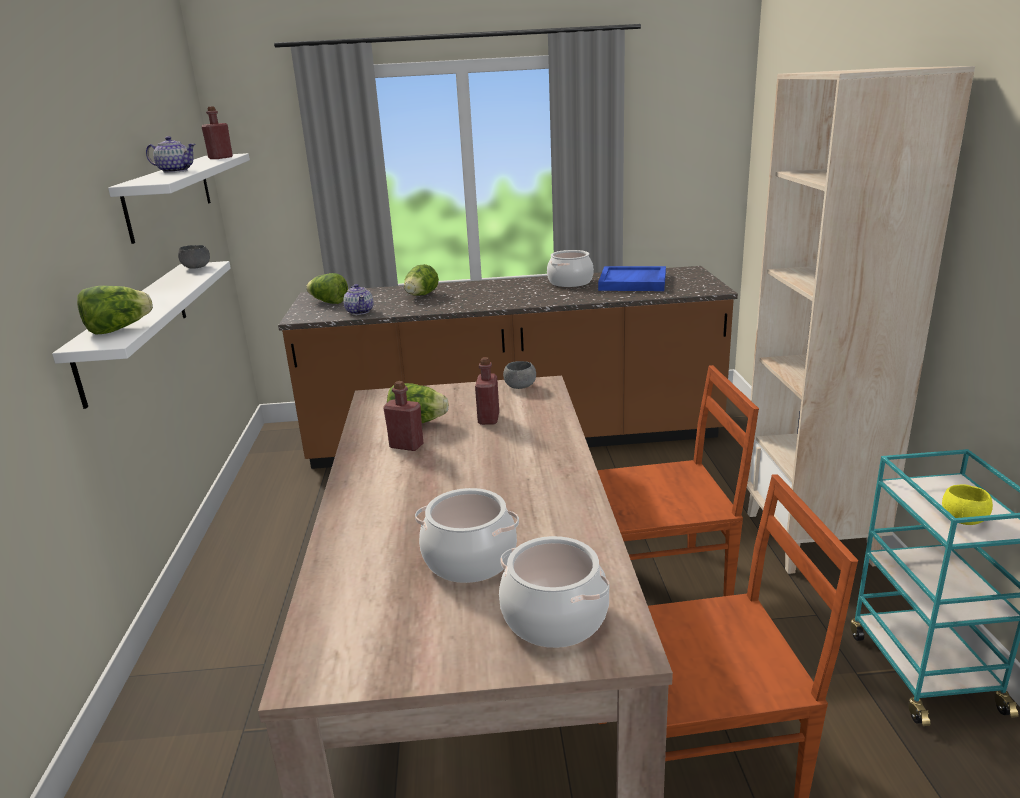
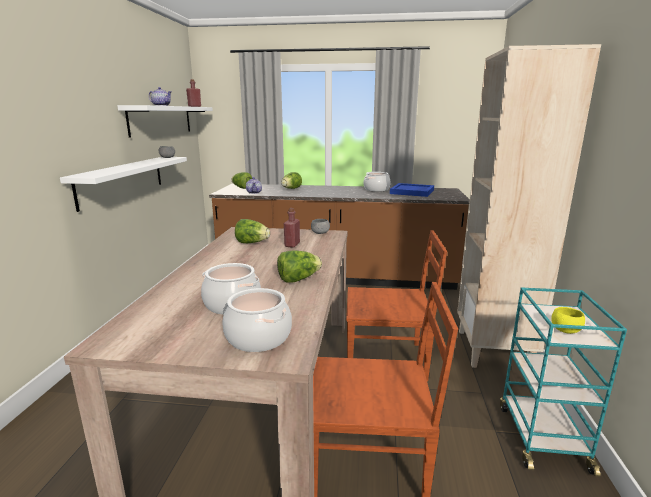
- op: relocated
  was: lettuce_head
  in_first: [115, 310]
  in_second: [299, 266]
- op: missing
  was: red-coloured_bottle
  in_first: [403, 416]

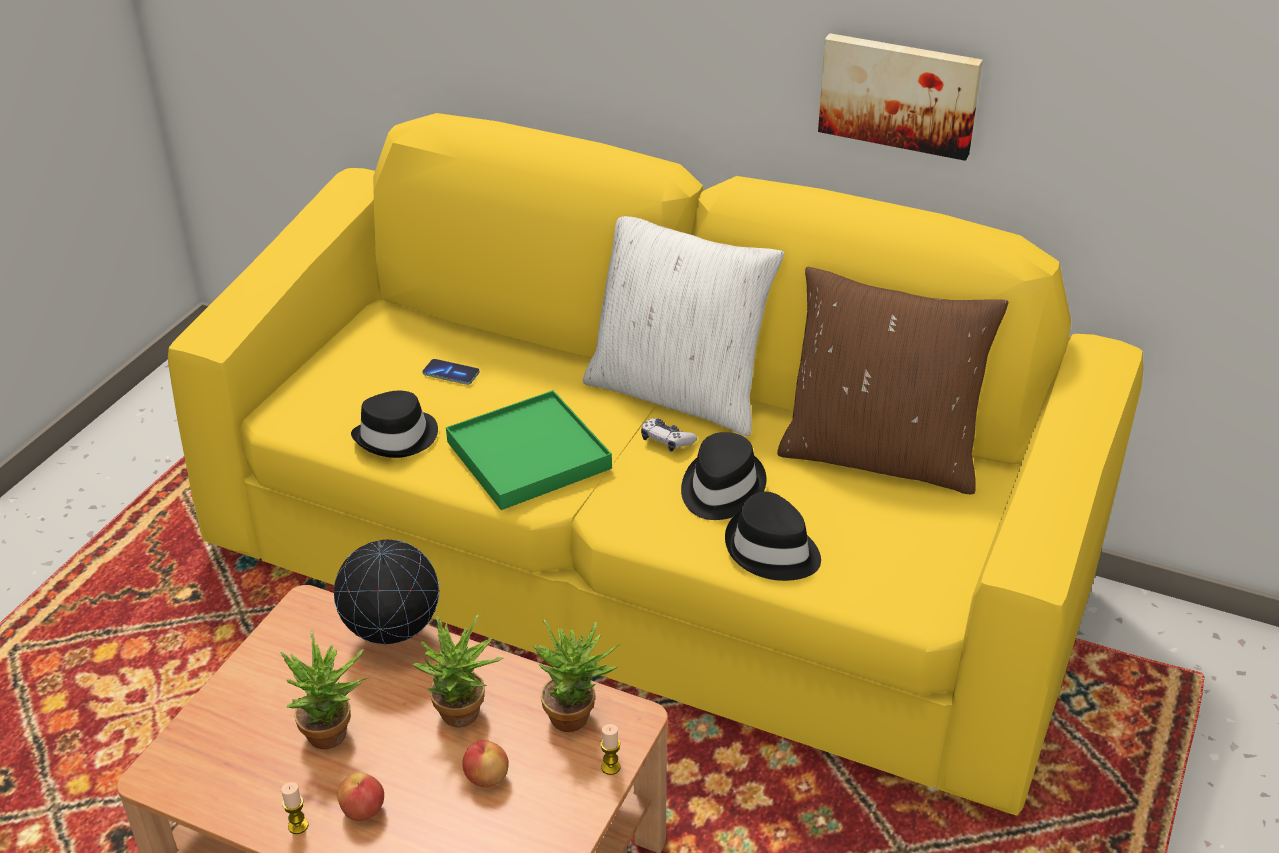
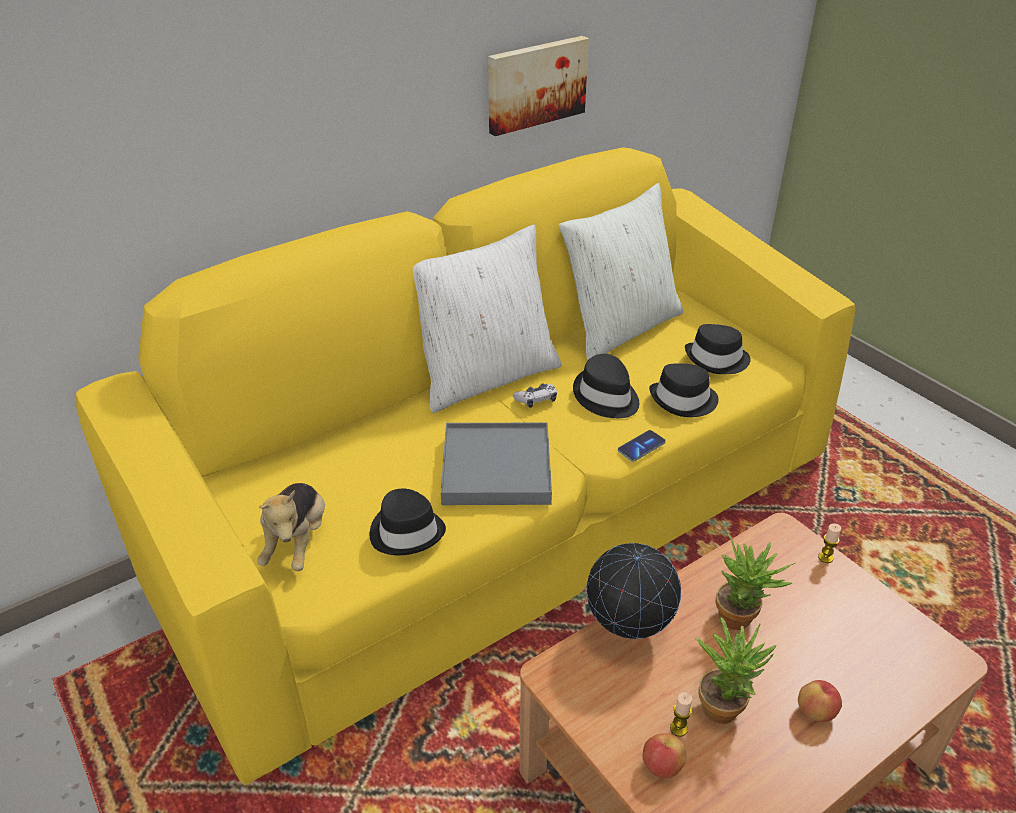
- op: relocated
  was: candle
  in_first: [294, 808]
  in_second: [681, 714]
- op: relocated
  was: phone
  in_first: [451, 372]
  in_second: [642, 446]
- op: colour
  was: green_carrying_tray
  now: greyish_carrying_tray
  in_first: [529, 450]
  in_second: [496, 463]
- op: relocated
  was: apple
  in_first: [485, 763]
  in_second: [664, 755]
- op: missing
  was: houseplant
  in_first: [577, 675]
- op: colour
  was: brownish_pillow
  now: whitish_pillow
  in_first: [892, 380]
  in_second: [621, 272]
- op: appeared
  now: soft_toy
  in_second: [291, 527]
- op: appeared
  now: black_hat
  in_second: [718, 349]

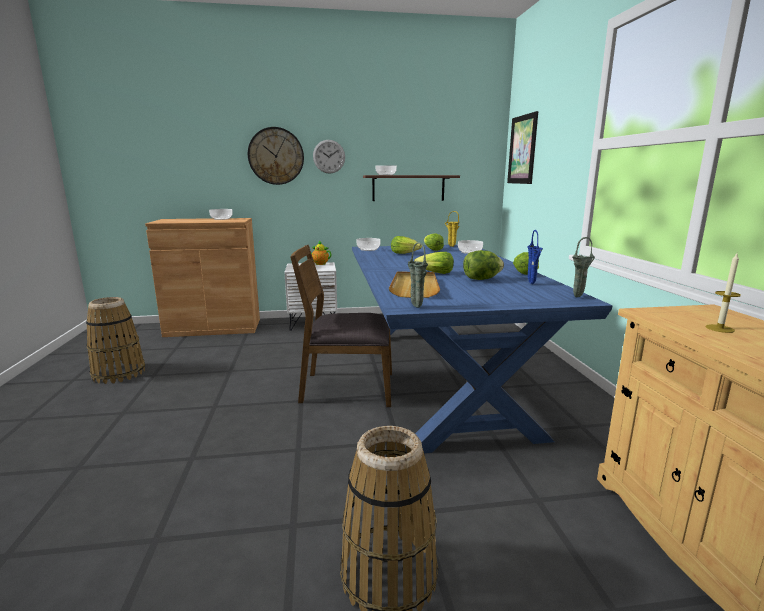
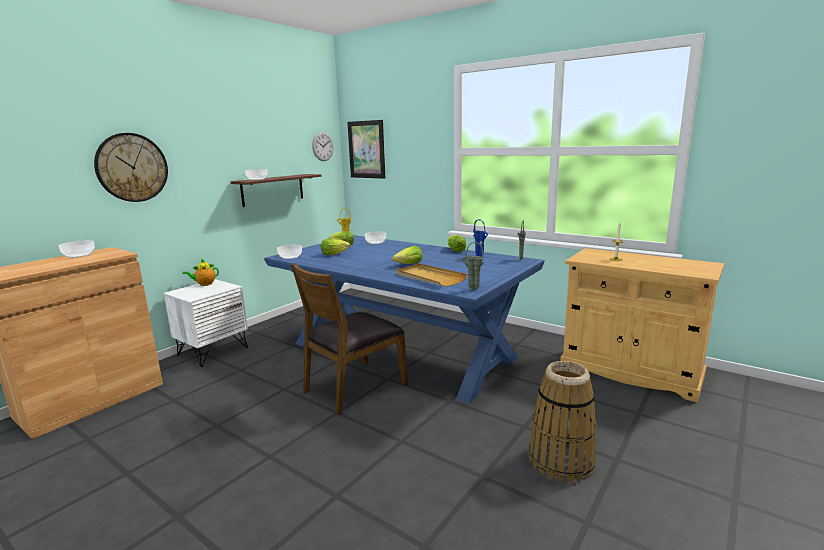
- op: missing
  was: basket
  in_first: [115, 340]
- op: relocated
  was: wall_clock
  in_first: [329, 157]
  in_second: [323, 146]
- op: missing
  was: lettuce_head
  in_first: [483, 265]

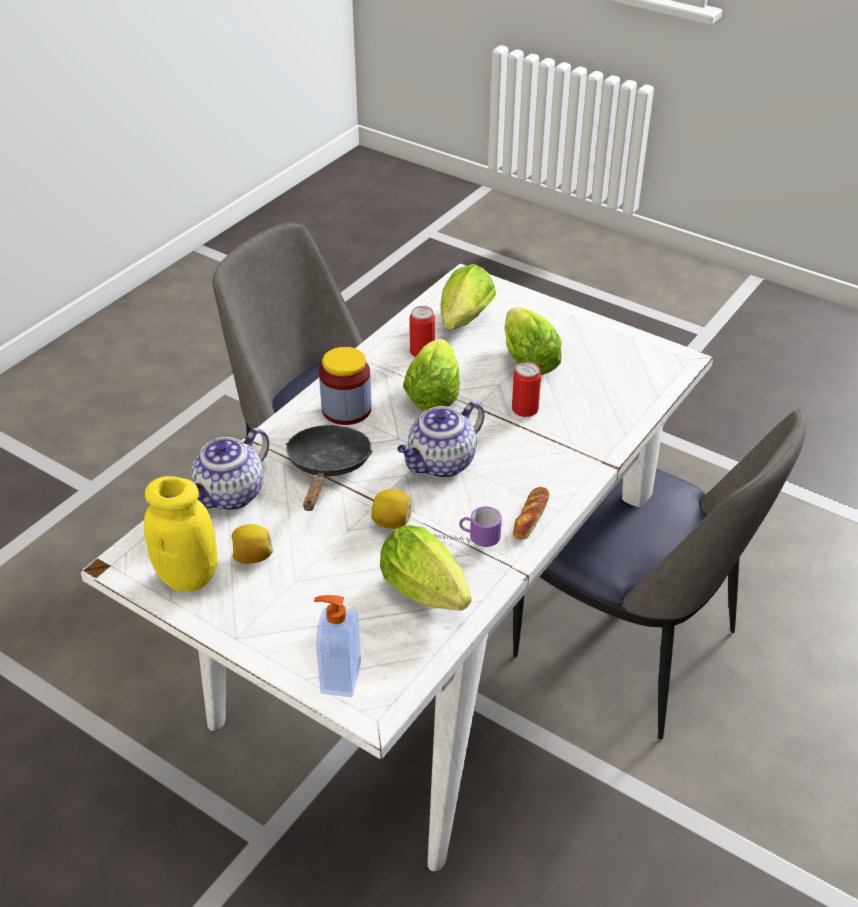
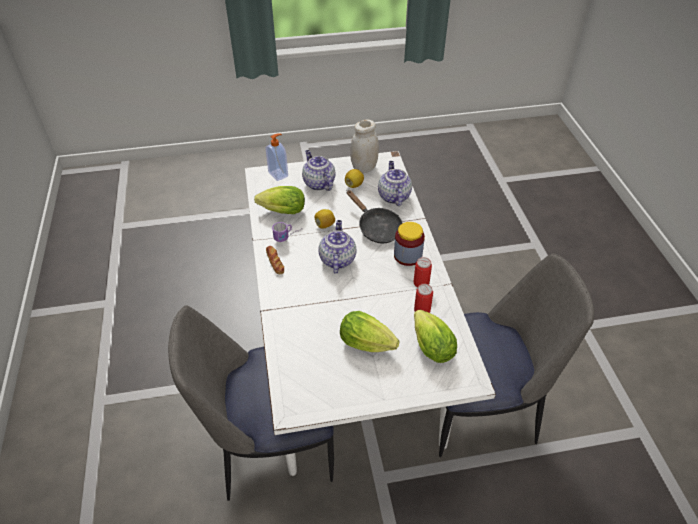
- op: colour
  was: yellow-coloured_preserve_jar
  now: whitish_preserve_jar
  in_first: [180, 534]
  in_second: [365, 146]
- op: missing
  was: lettuce_head
  in_first: [431, 375]
- op: relocated
  was: can
  in_first: [526, 389]
  in_second: [422, 272]
- op: appeared
  now: tea_pot
  in_second: [319, 170]

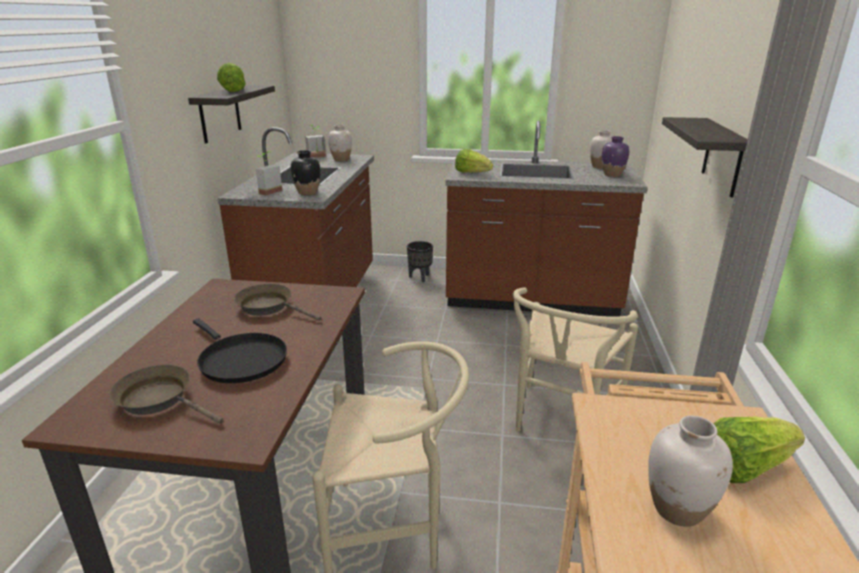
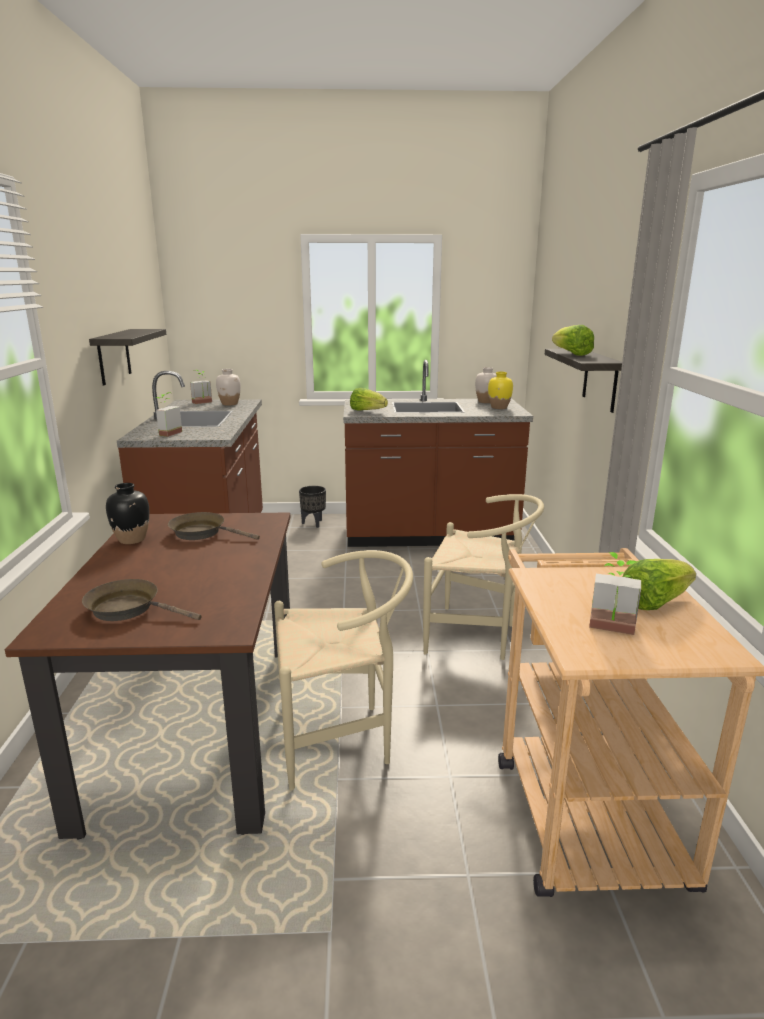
- op: missing
  was: black_pan
  in_first: [240, 350]
- op: relocated
  was: lettuce_head
  in_first: [231, 77]
  in_second: [573, 340]
- op: relocated
  was: black_decorative_vase
  in_first: [306, 172]
  in_second: [127, 513]
- op: spun
  was: beige_chair
  in_first: [575, 359]
  in_second: [483, 577]
  clockwise: -90
- op: colour
  was: purplish_decorative_vase
  now: yellow-coloured_decorative_vase
  in_first: [615, 156]
  in_second: [500, 390]
- op: exchanged
  was: whitish_decorative_vase
  now: houseplant
  in_first: [690, 471]
  in_second: [615, 593]

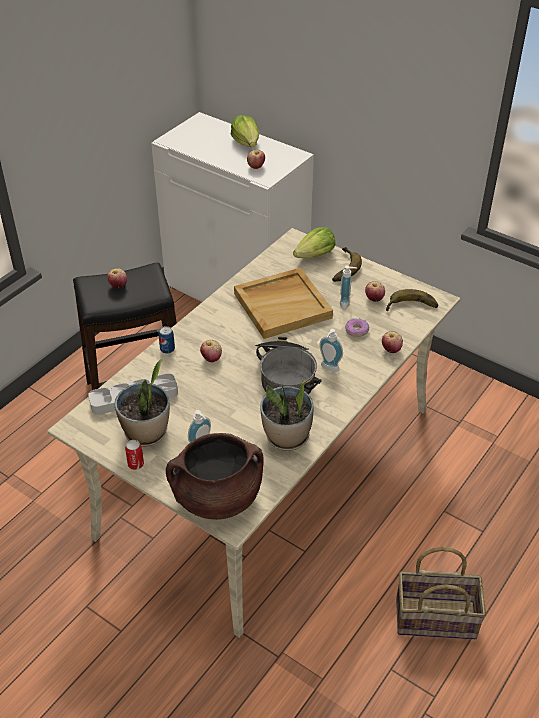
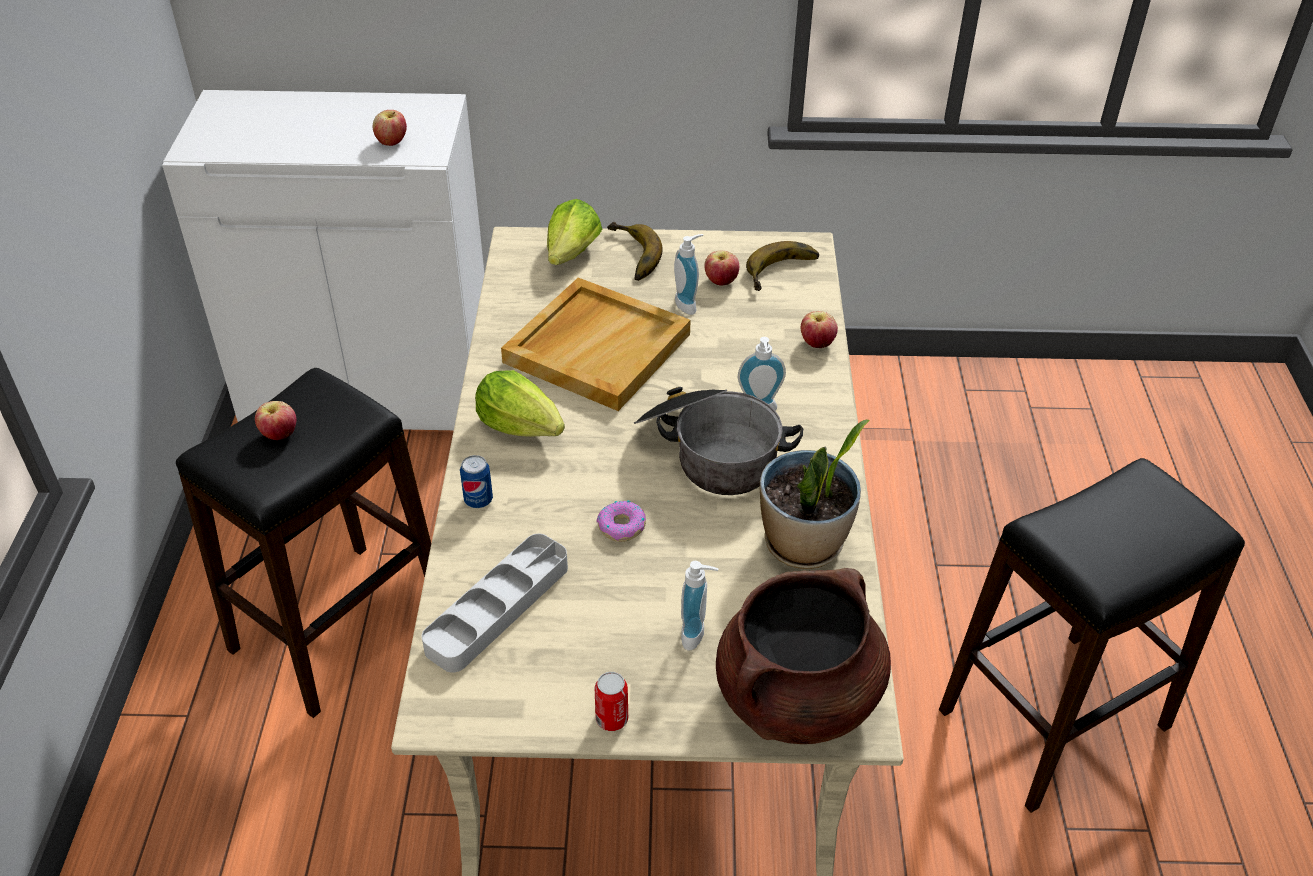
- op: missing
  was: houseplant
  in_first: [142, 403]
- op: missing
  was: apple
  in_first: [211, 351]
- op: relocated
  was: lettuce_head
  in_first: [245, 131]
  in_second: [520, 403]
- op: relocated
  was: donut
  in_first: [357, 327]
  in_second: [621, 521]
- op: exchanged
  was: basket
  now: black_stool
  in_first: [441, 593]
  in_second: [1092, 635]

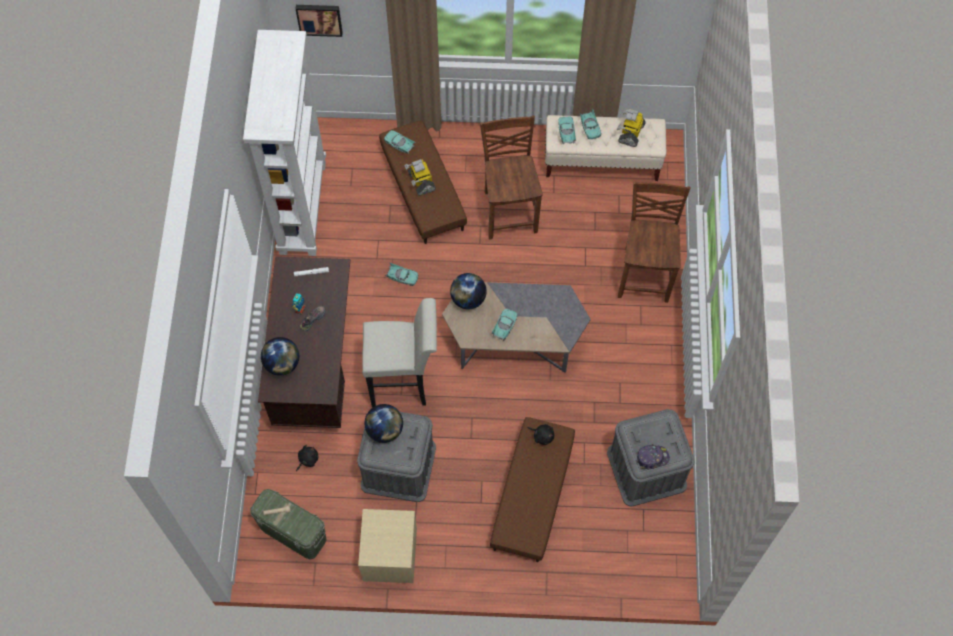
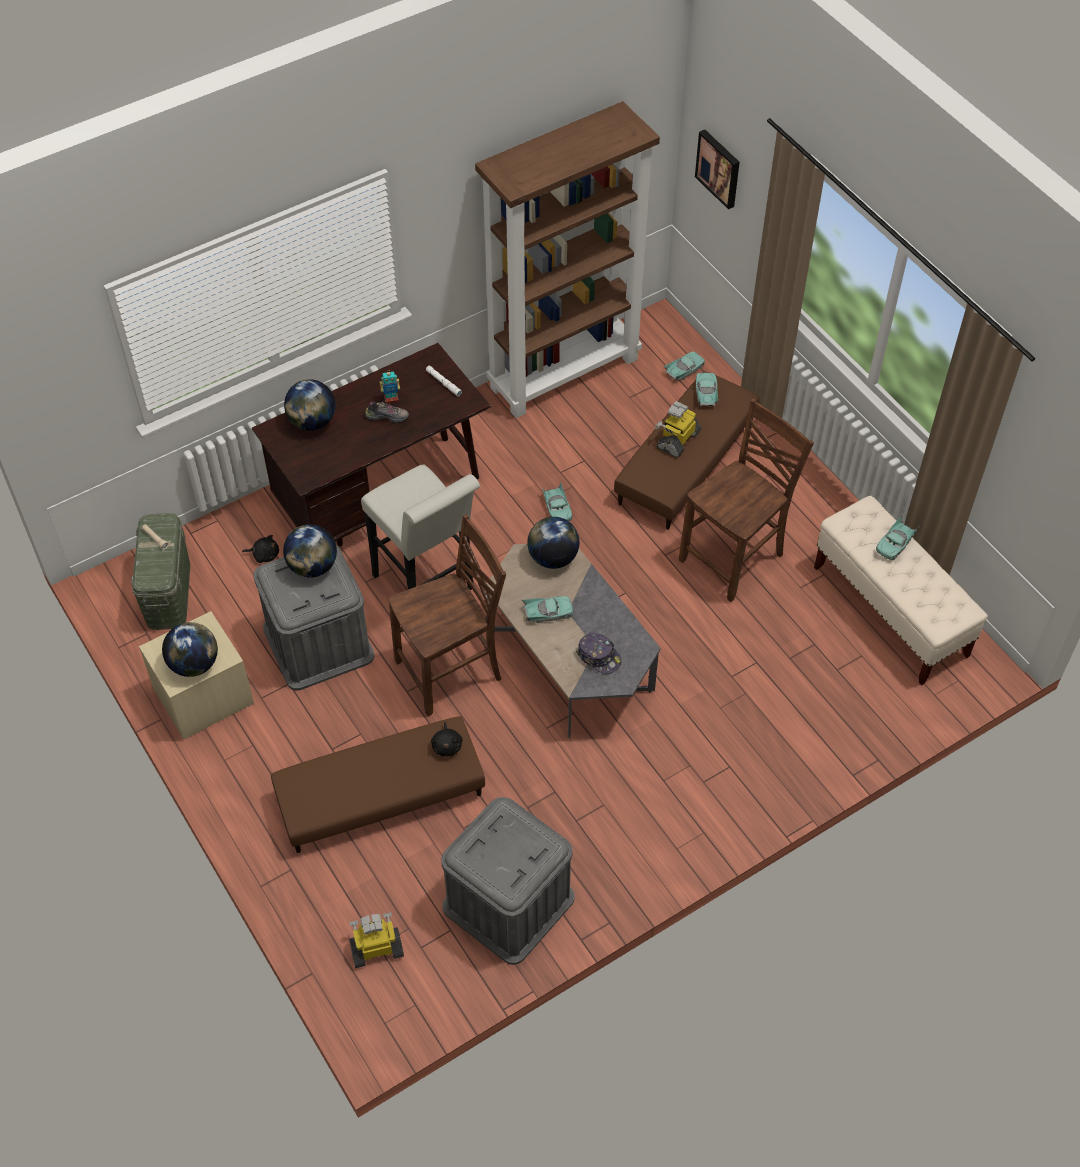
- op: colour
  was: whitish_bookcase
  now: brownish_bookcase
  in_first: [284, 143]
  in_second: [567, 259]
- op: relocated
  was: turquoise_model_car
  in_first: [567, 131]
  in_second: [684, 366]
- op: relocated
  was: model_robot
  in_first: [631, 127]
  in_second: [376, 940]
- op: relocated
  was: brownish_chair
  in_first: [654, 242]
  in_second: [447, 615]
- op: relocated
  was: baseball_cap
  in_first: [653, 457]
  in_second: [598, 653]
- op: appeared
  now: desk_globe
  in_second: [190, 649]

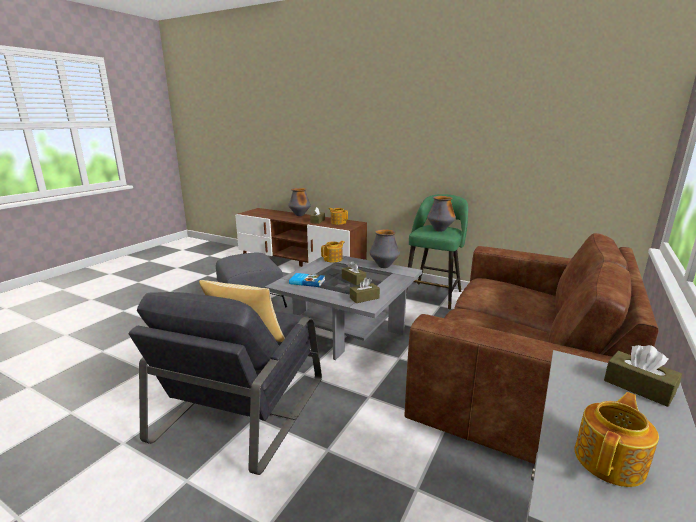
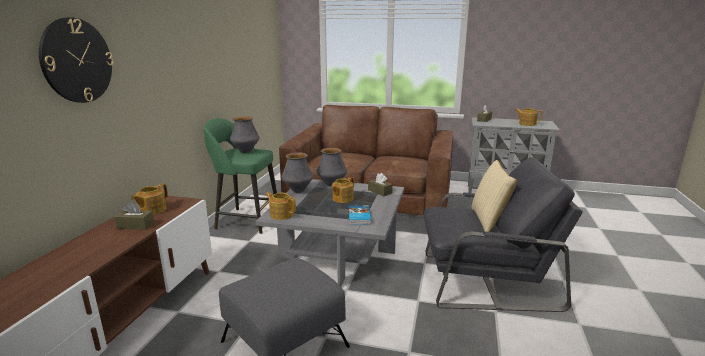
- op: relocated
  was: decorative_vase
  in_first: [299, 202]
  in_second: [332, 167]
- op: exchanged
  was: brownish_box_of_tissues
  now: tea_pot
  in_first: [354, 273]
  in_second: [342, 190]
- op: appeared
  now: wall_clock
  in_second: [76, 60]

